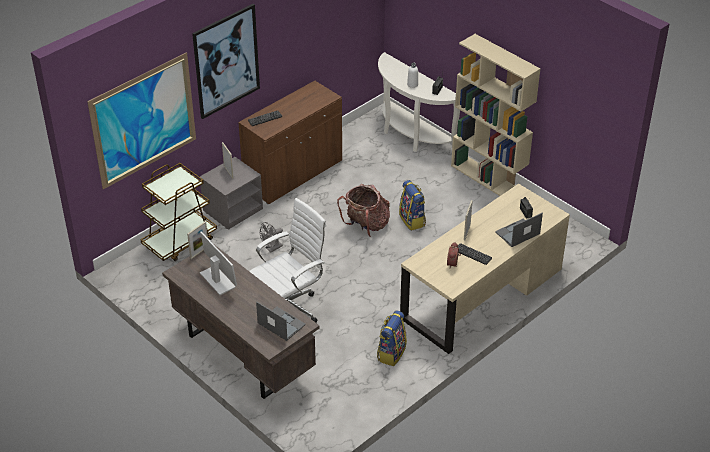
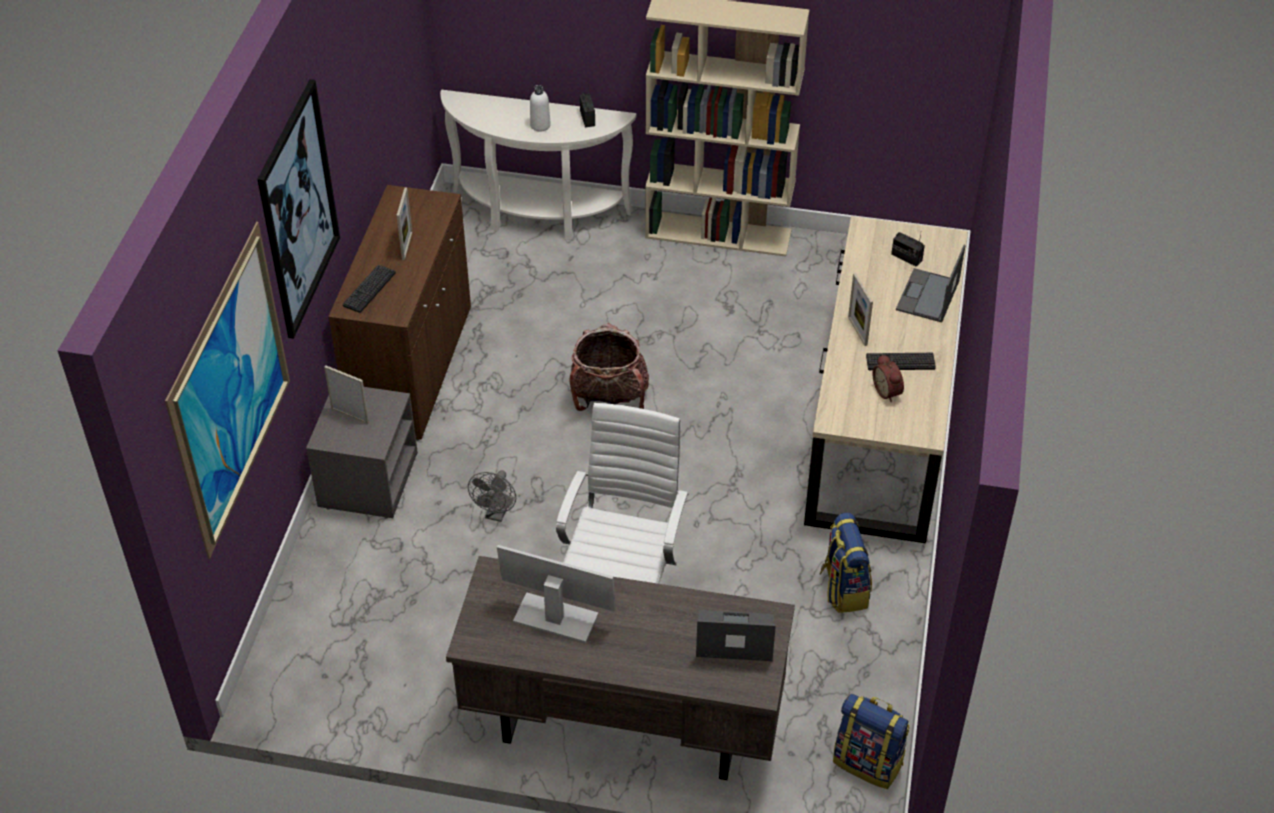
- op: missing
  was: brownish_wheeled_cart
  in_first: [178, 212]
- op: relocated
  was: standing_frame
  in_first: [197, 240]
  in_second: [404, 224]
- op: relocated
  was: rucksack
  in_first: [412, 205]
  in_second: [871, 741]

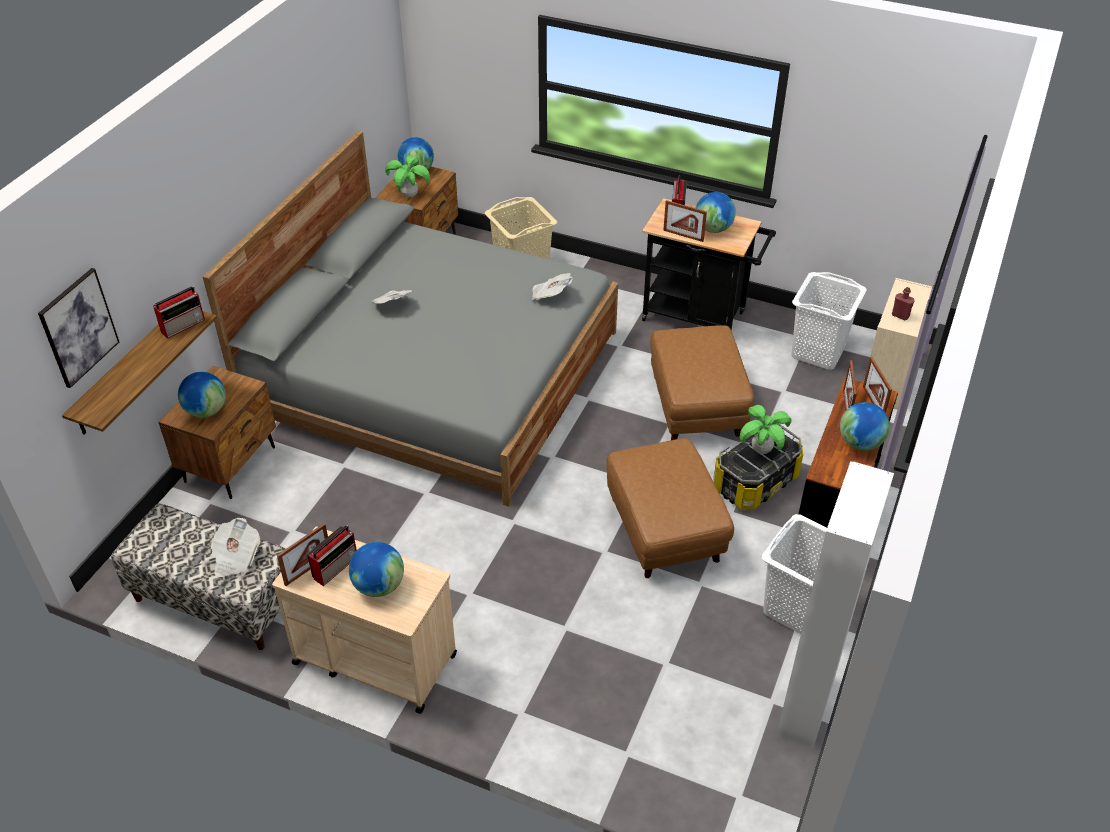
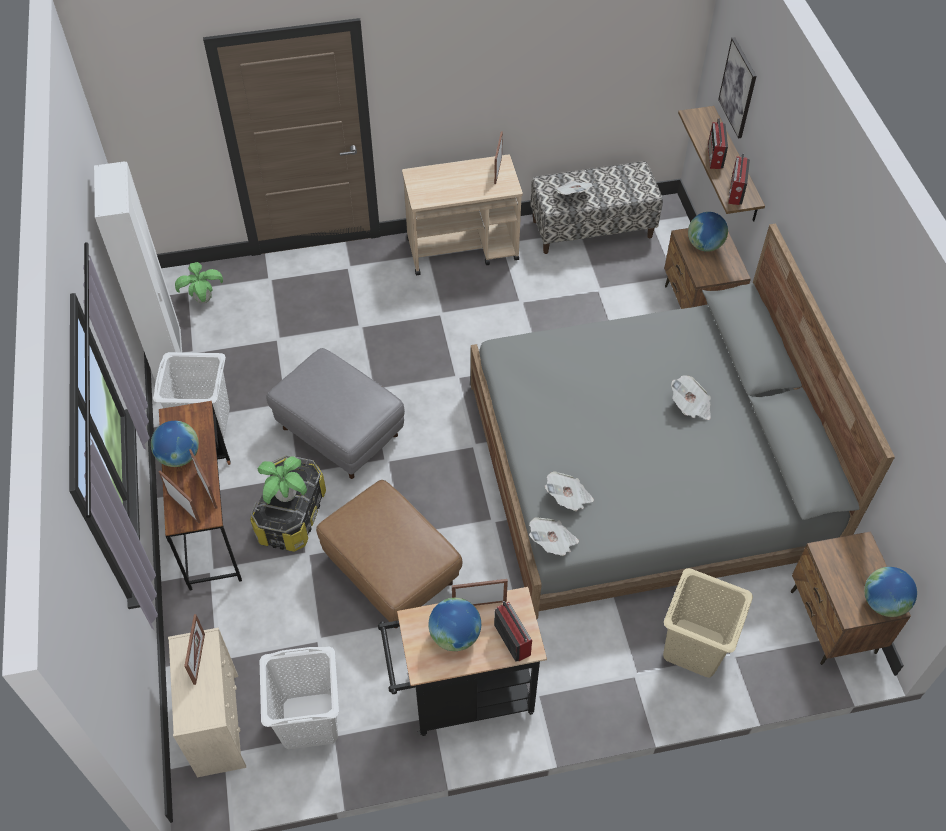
- op: relocated
  was: radio_set
  in_first: [332, 555]
  in_second: [718, 143]
- op: missing
  was: desk_globe
  in_first: [376, 569]
- op: relocated
  was: houseplant
  in_first: [407, 176]
  in_second: [199, 282]
- op: colour
  was: brownish_footrest
  now: greyish_footrest
  in_first: [670, 508]
  in_second: [335, 413]
- op: exchanged
  was: red-coloured_bottle
  now: standing_frame
  in_first: [903, 303]
  in_second: [194, 649]
- op: appeared
  now: newspaper
  in_second: [554, 536]

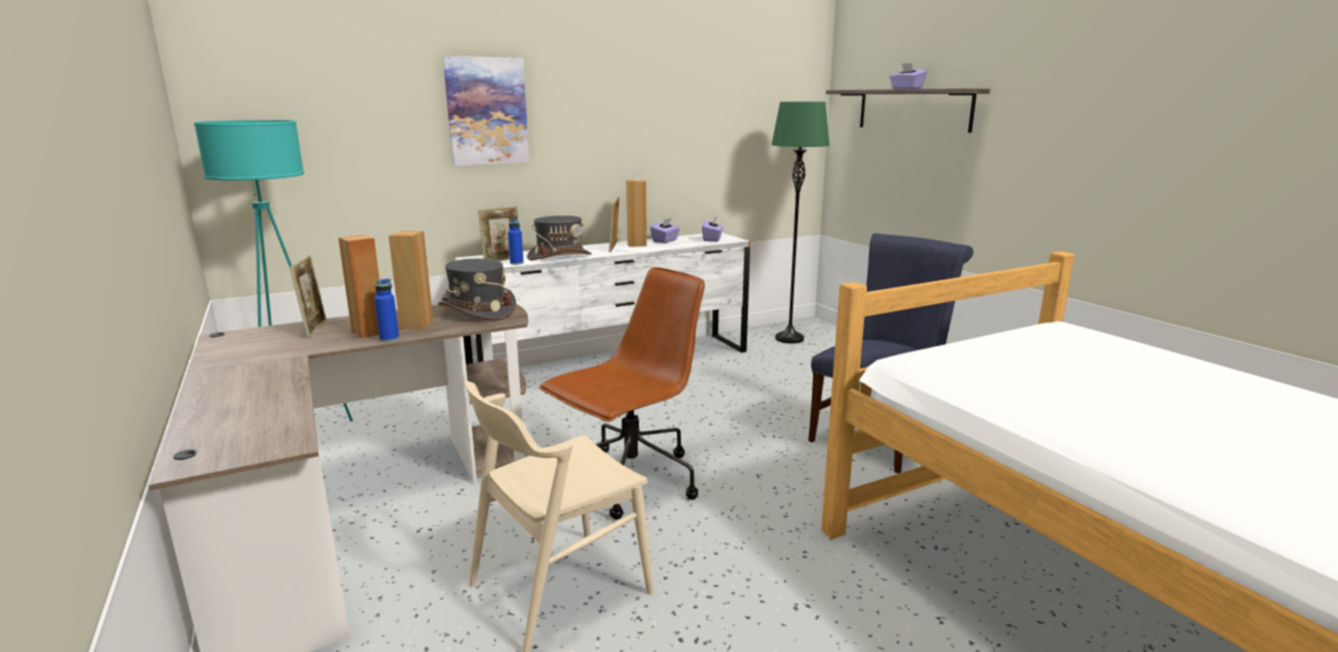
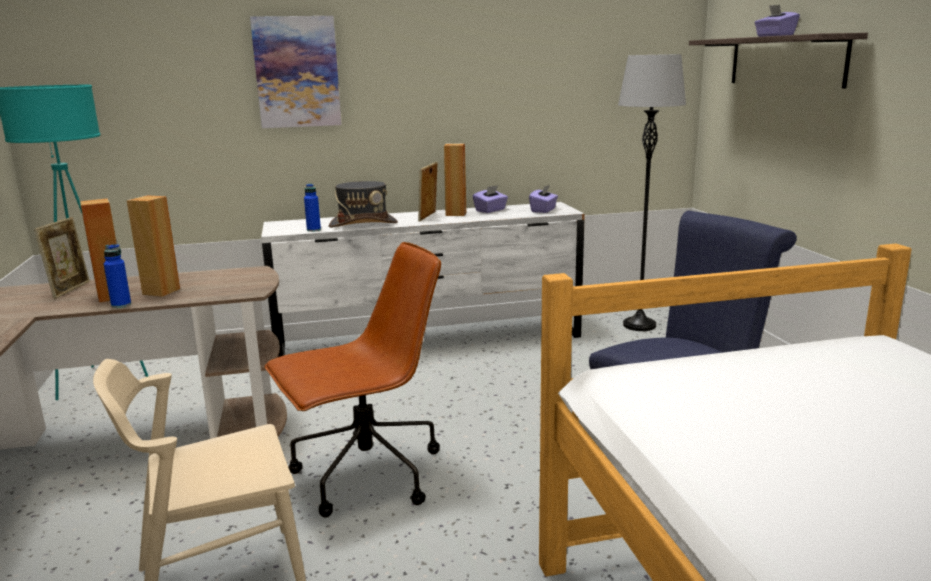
- op: missing
  was: greyish_hat
  in_first: [477, 290]
- op: missing
  was: standing_frame
  in_first: [498, 233]
- op: colour
  was: green_standing_lamp
  now: greyish_standing_lamp
  in_first: [800, 223]
  in_second: [652, 192]

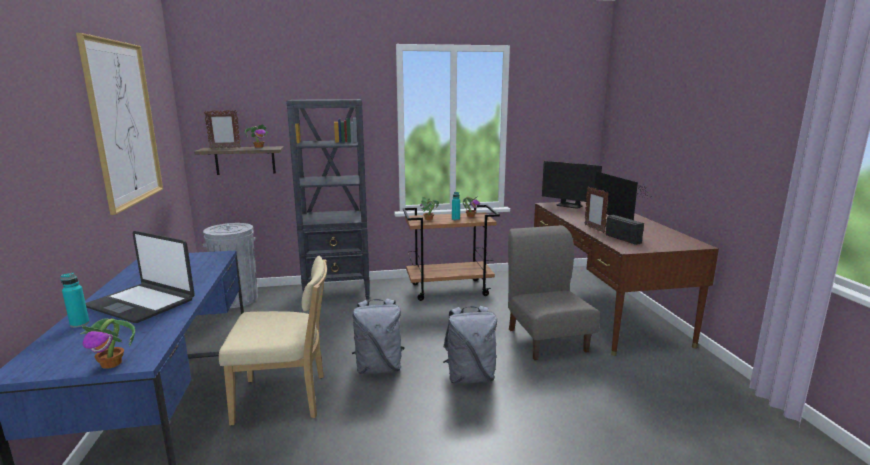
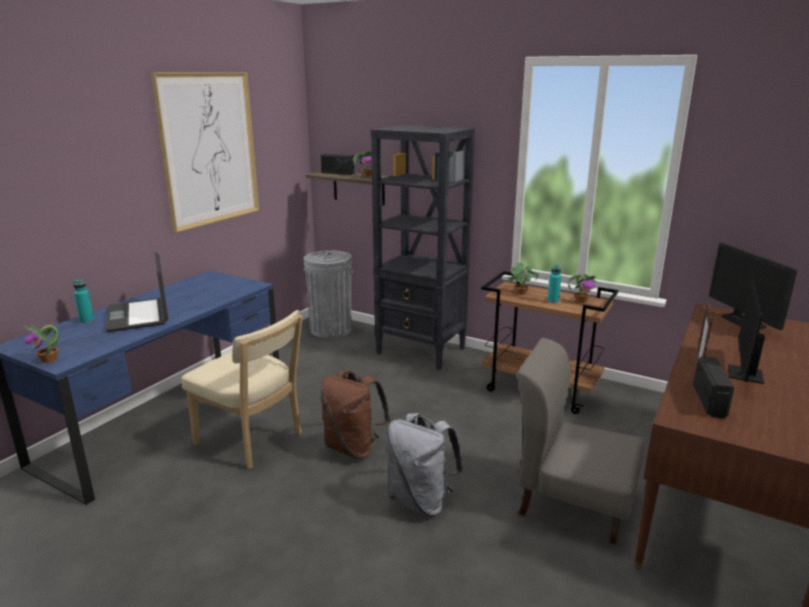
- op: exchanged
  was: standing_frame
  now: radio_set
  in_first: [222, 129]
  in_second: [337, 164]
- op: colour
  was: greyish_rucksack
  now: brownish_rucksack
  in_first: [378, 336]
  in_second: [355, 414]
- op: spun
  was: greyish_chair
  in_first: [554, 292]
  in_second: [580, 441]
  clockwise: -90

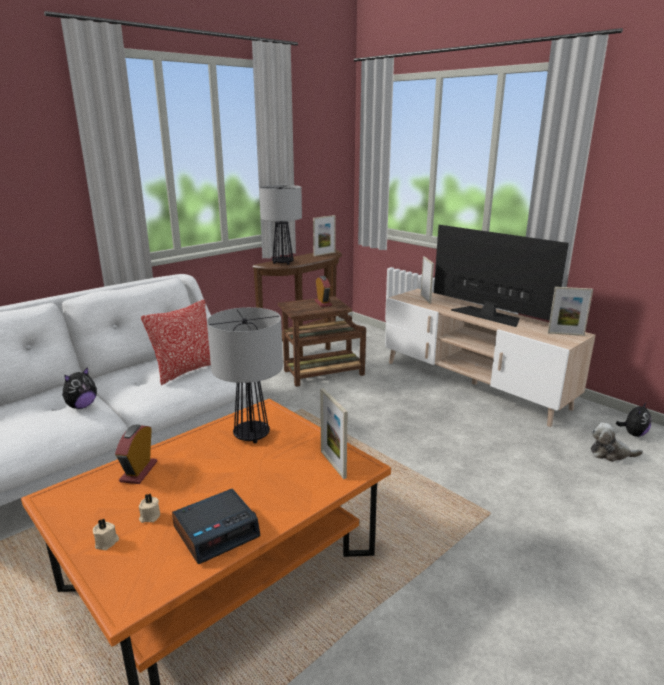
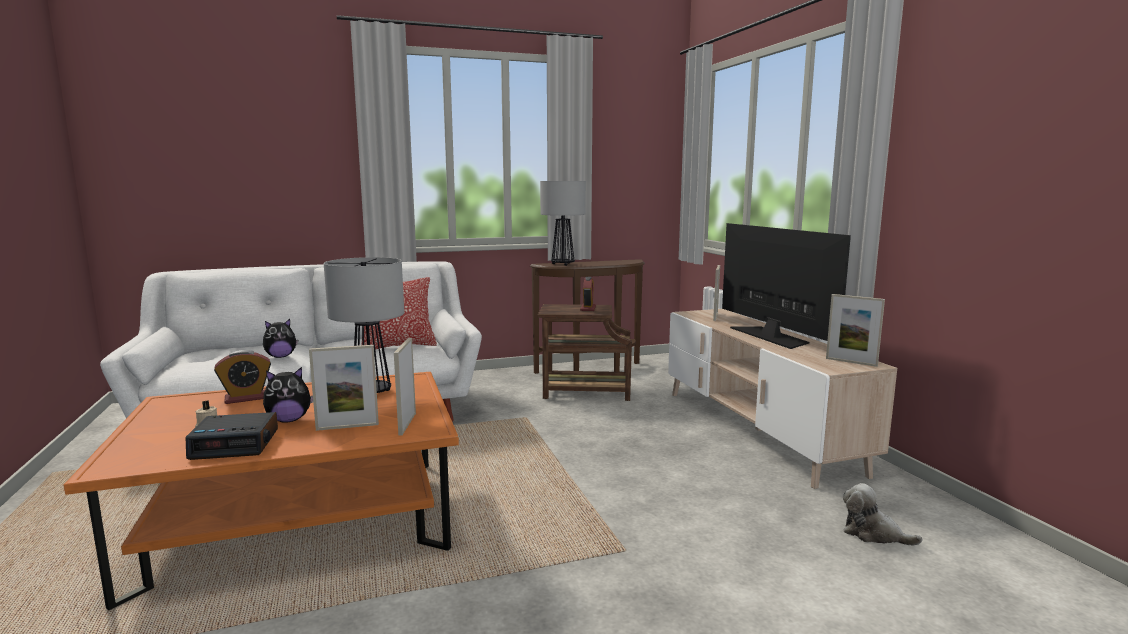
- op: missing
  was: beige_candle
  in_first: [106, 534]
- op: spun
  was: table_clock
  in_first: [136, 454]
  in_second: [242, 377]
  clockwise: -150
- op: relocated
  was: standing_frame
  in_first: [324, 235]
  in_second: [344, 388]
- op: relocated
  was: soft_toy
  in_first: [634, 420]
  in_second: [288, 395]

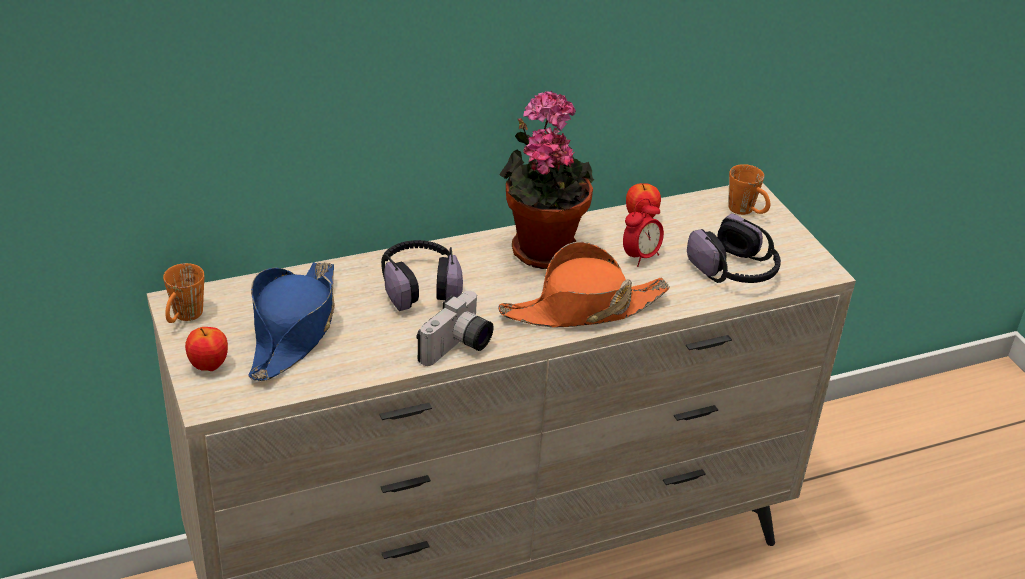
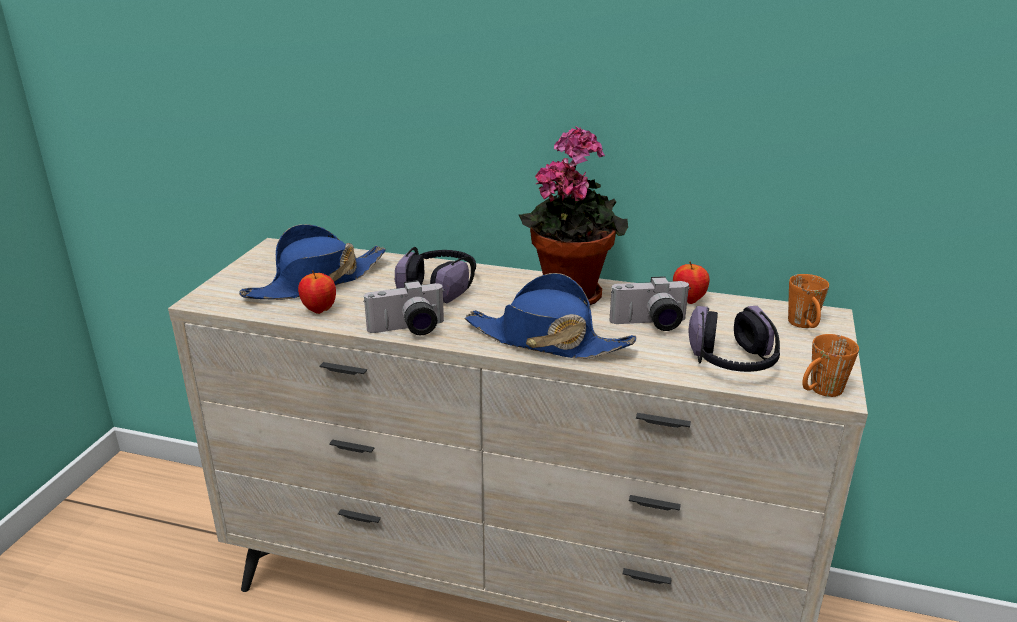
- op: relocated
  was: orange-coloured_coffee_mug
  in_first: [183, 293]
  in_second: [830, 365]
- op: relocated
  was: apple
  in_first: [206, 349]
  in_second: [317, 292]
- op: colour
  was: orange-coloured_hat
  now: bluish_hat
  in_first: [583, 285]
  in_second: [551, 316]
- op: exchanged
  was: table_clock
  now: photo_camera
  in_first: [643, 232]
  in_second: [650, 303]

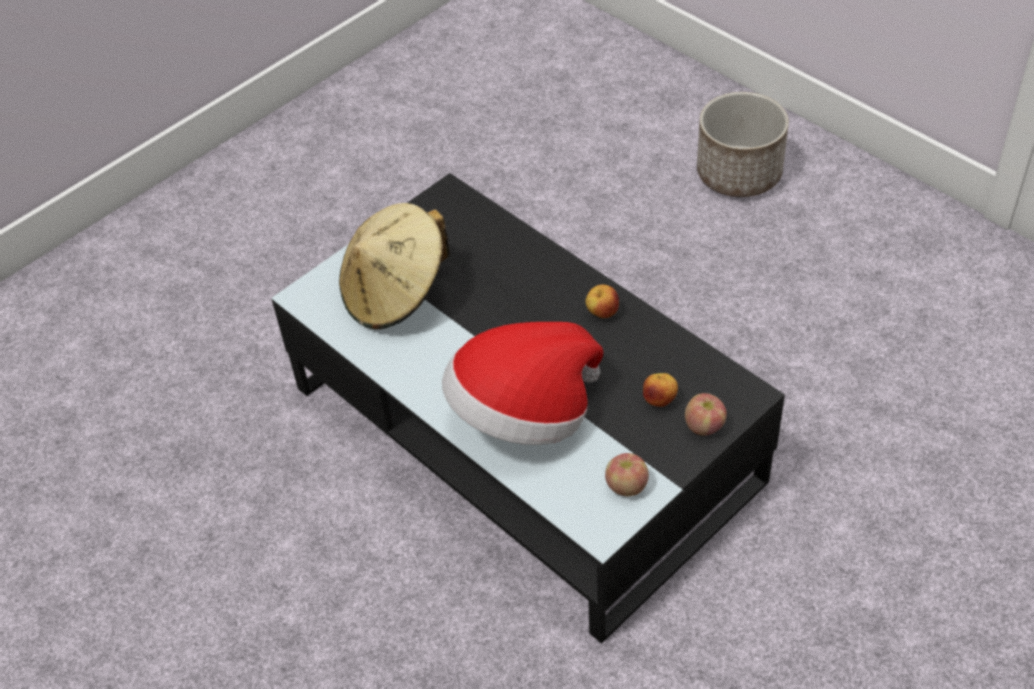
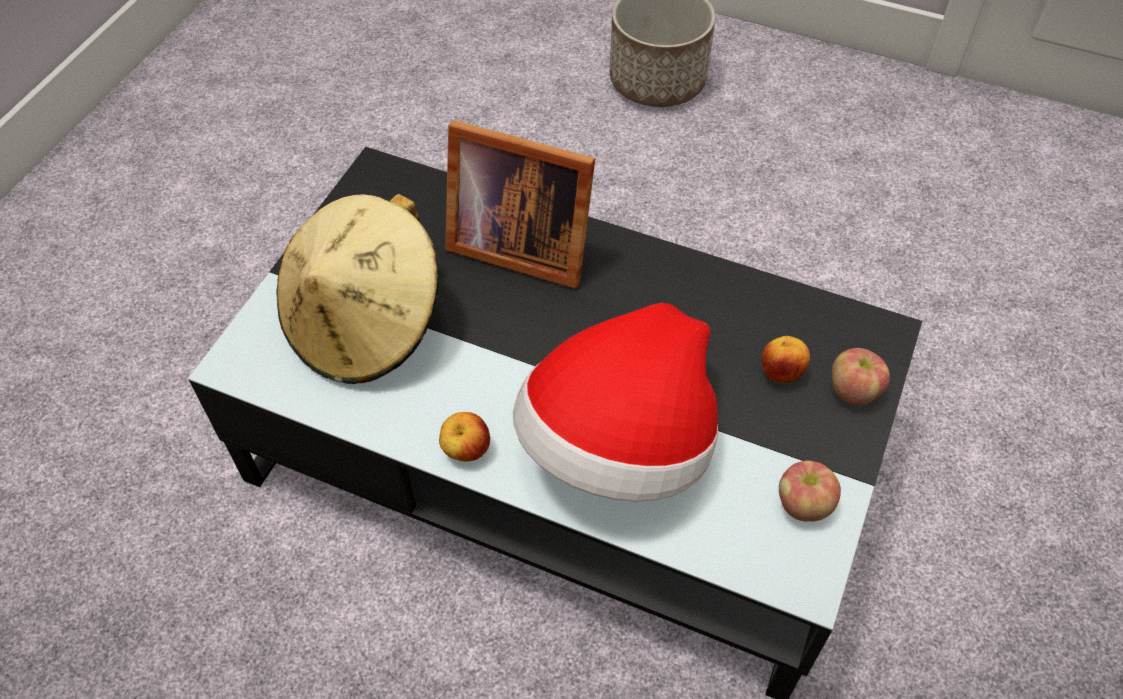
- op: relocated
  was: apple
  in_first: [602, 301]
  in_second: [464, 437]
- op: appeared
  now: standing_frame
  in_second: [520, 204]

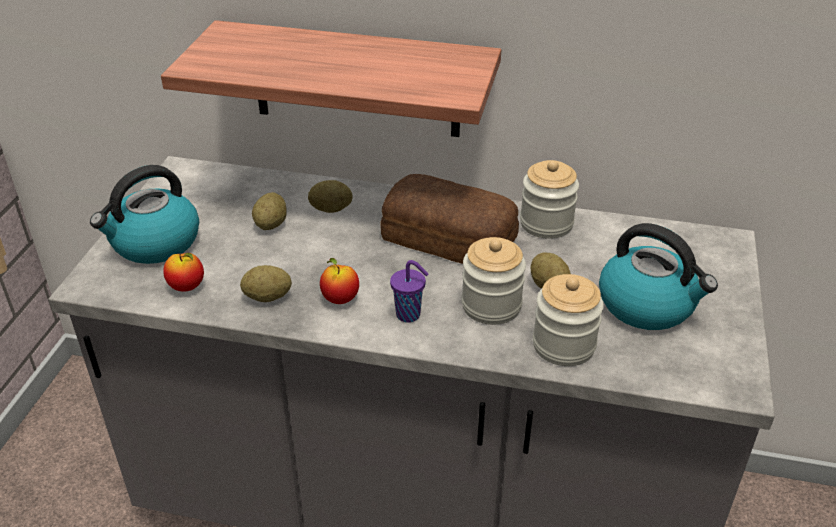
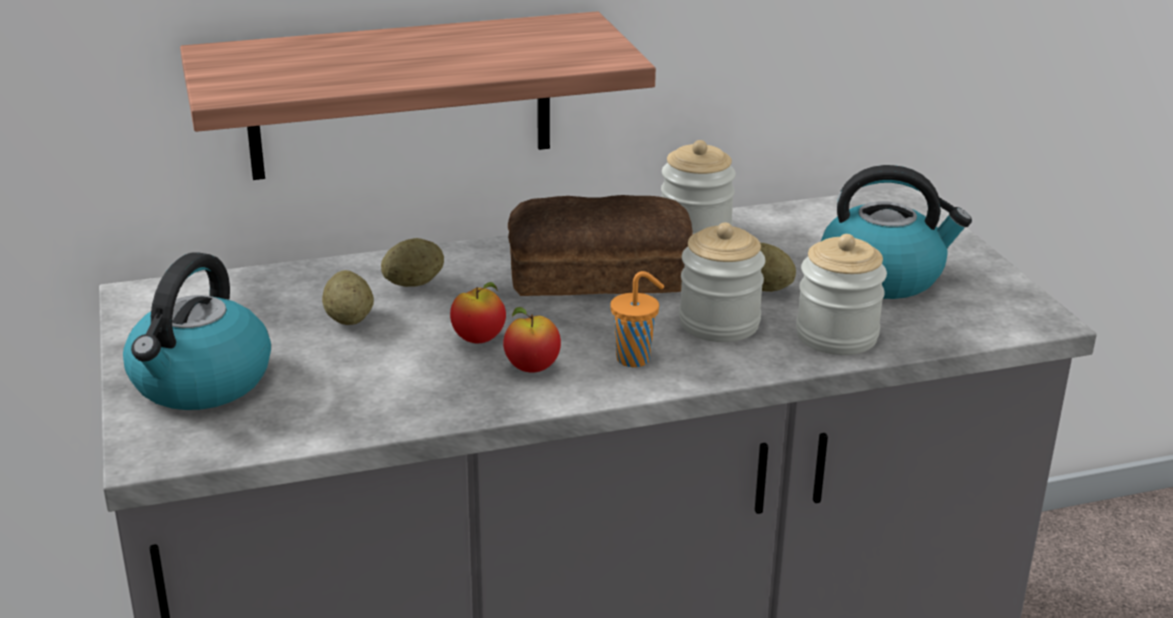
- op: relocated
  was: apple
  in_first: [183, 272]
  in_second: [478, 313]
- op: missing
  was: whole_potato
  in_first: [266, 283]
- op: colour
  was: purplish_drinking_cup
  now: orange-coloured_drinking_cup
  in_first: [409, 291]
  in_second: [637, 319]

